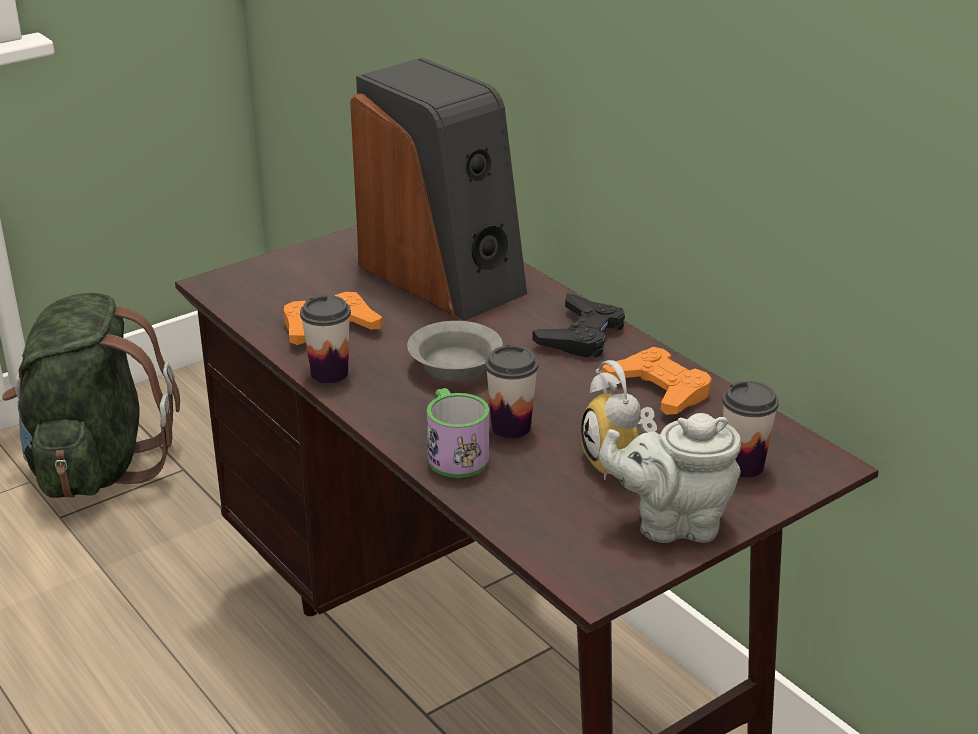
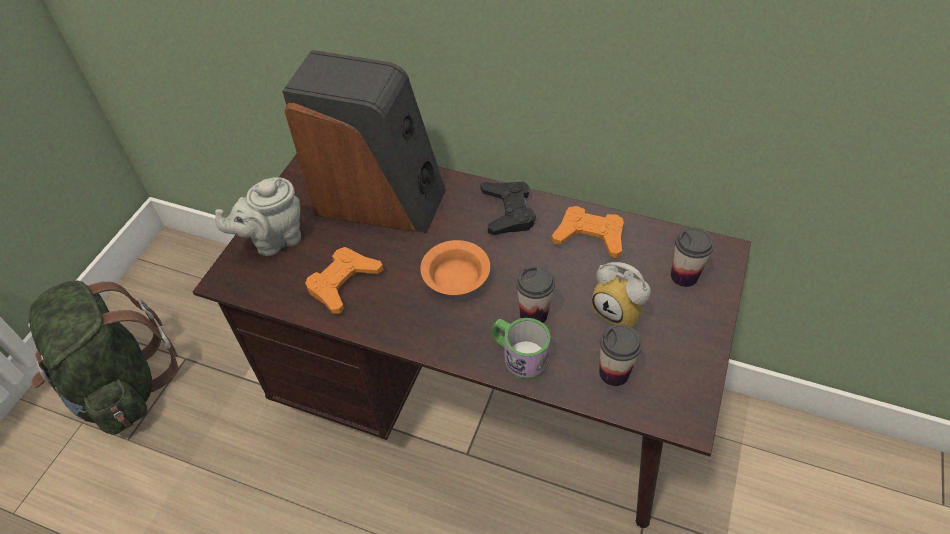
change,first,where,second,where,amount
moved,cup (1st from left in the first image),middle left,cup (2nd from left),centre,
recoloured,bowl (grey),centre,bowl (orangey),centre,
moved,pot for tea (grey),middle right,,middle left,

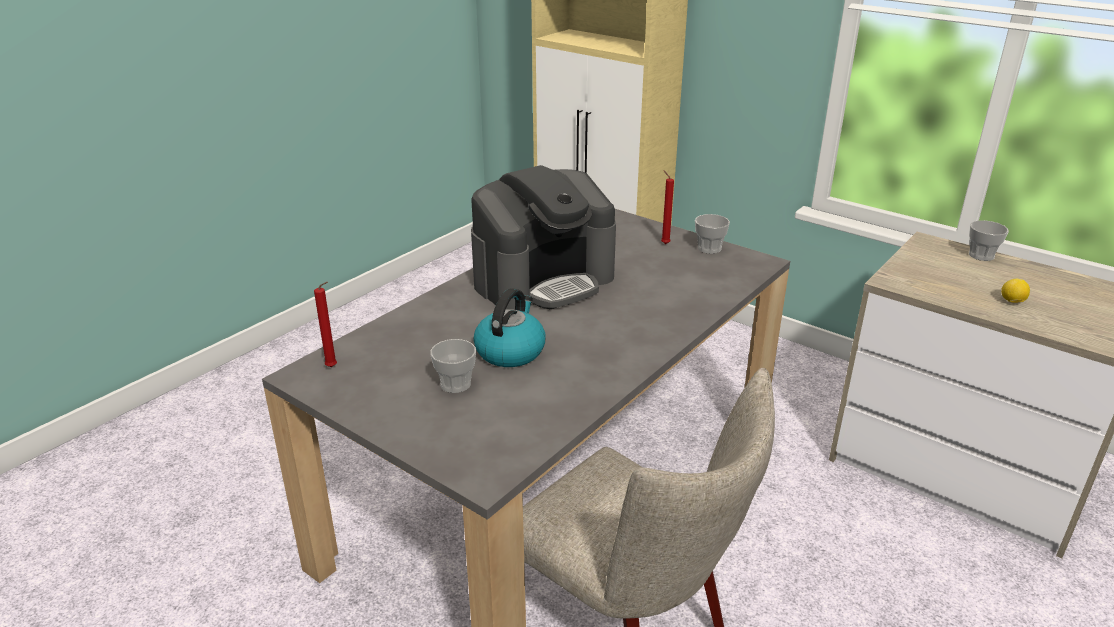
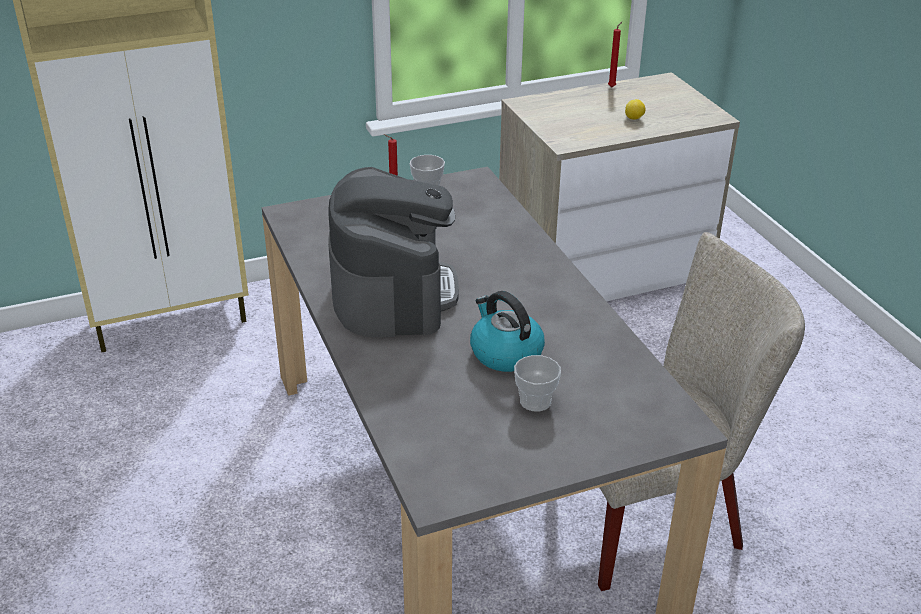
change,first,where,second,where,amount
moved,wax light (red-coloured) (1st from left in the first image),middle left,wax light (red-coloured) (2nd from left),top right,
removed,cup (3rd from left),middle right,,,

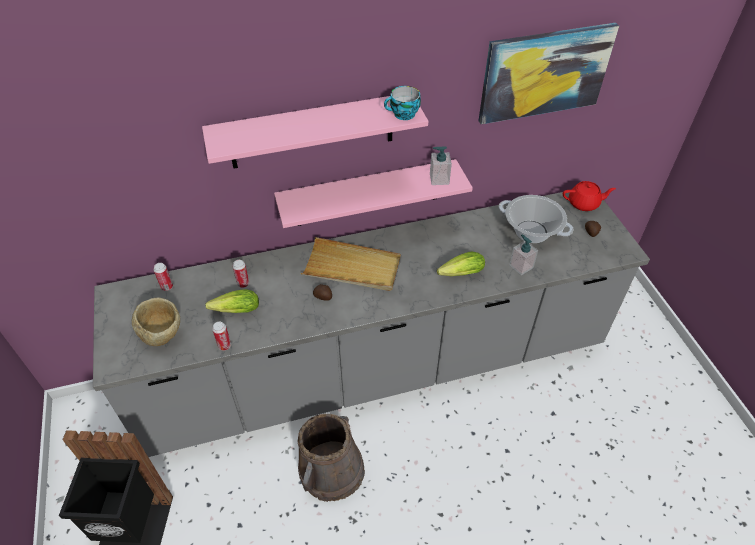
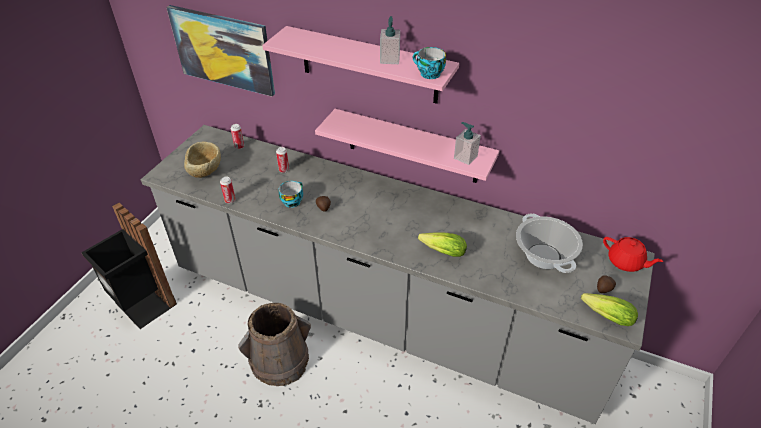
change,first,where,second,where,amount
moved,lettuce head (1st from left in the first image),middle left,lettuce head (2nd from left),bottom right,
removed,tray (sand-coloured),centre,,,
moved,wall picture,top right,,top left,
moved,soap dispenser (2nd from left in the first image),middle right,soap dispenser (1st from left),top centre,
added,,,cup (1st from left),centre,

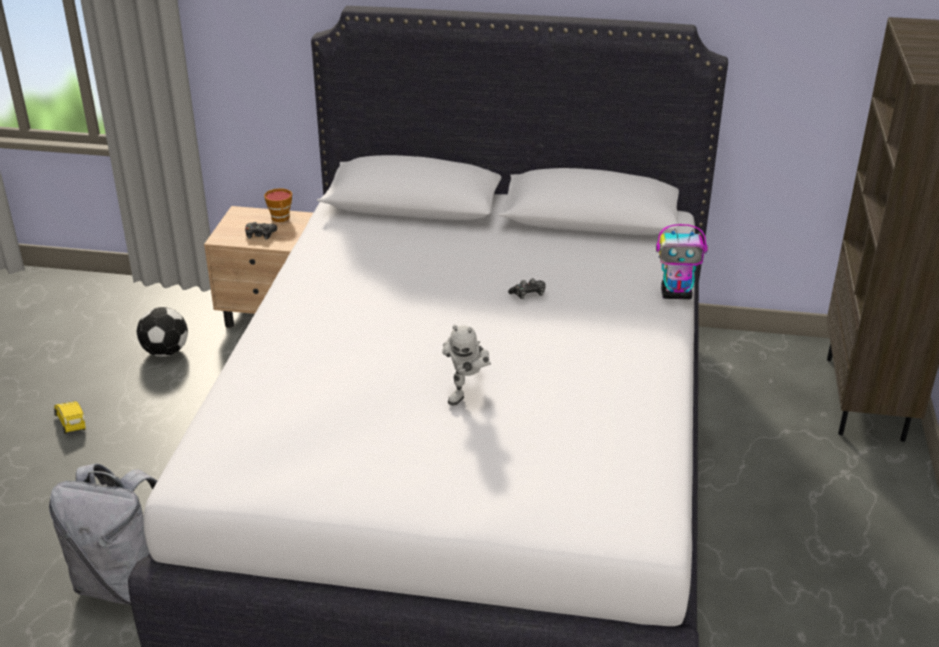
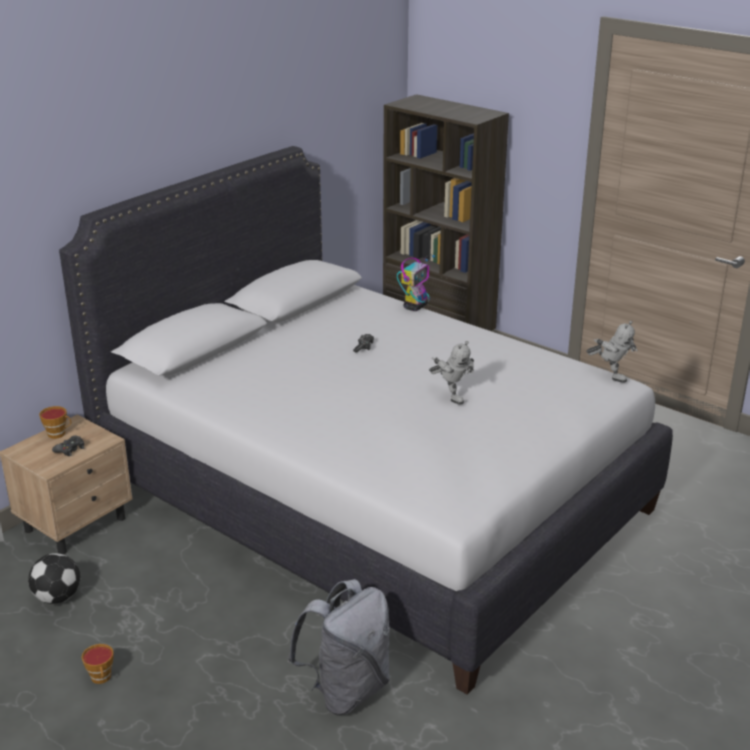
change,first,where,second,where,amount
replaced,miniature car (yellow-coloured),middle left,cup (2nd from left),bottom left,
added,,,toy robot (3rd from left),middle right,

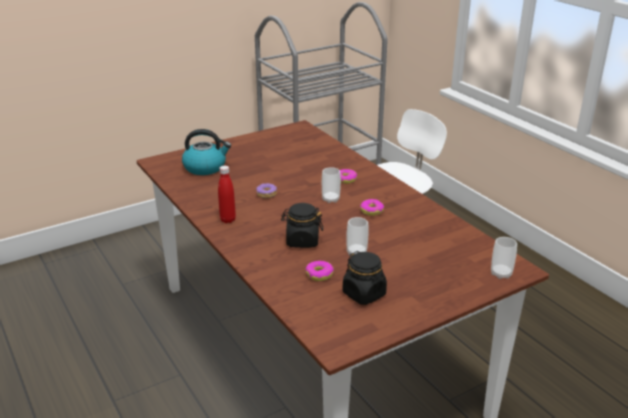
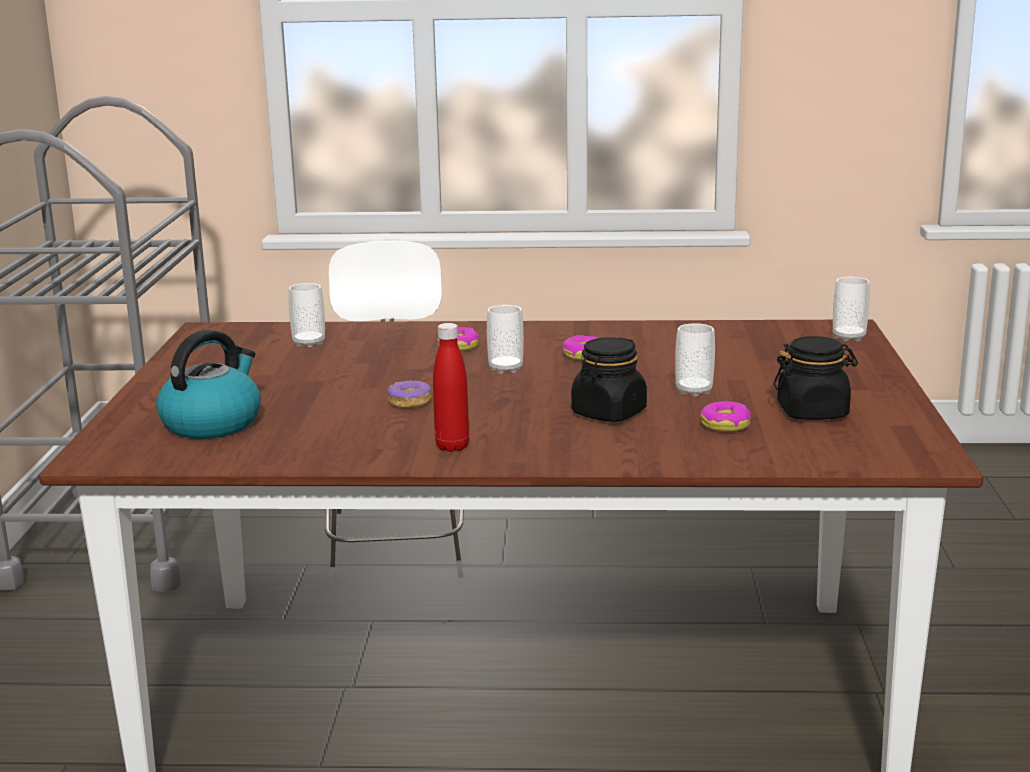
change,first,where,second,where,amount
added,,,cup (1st from left),middle left,

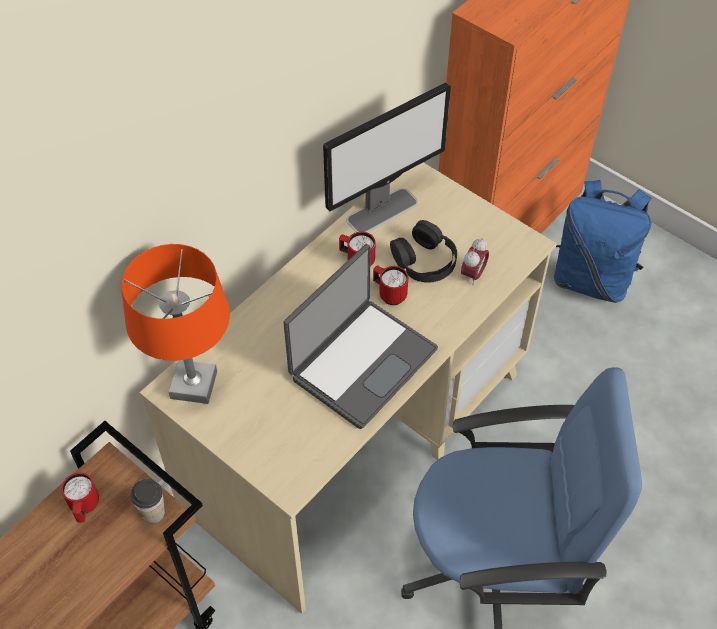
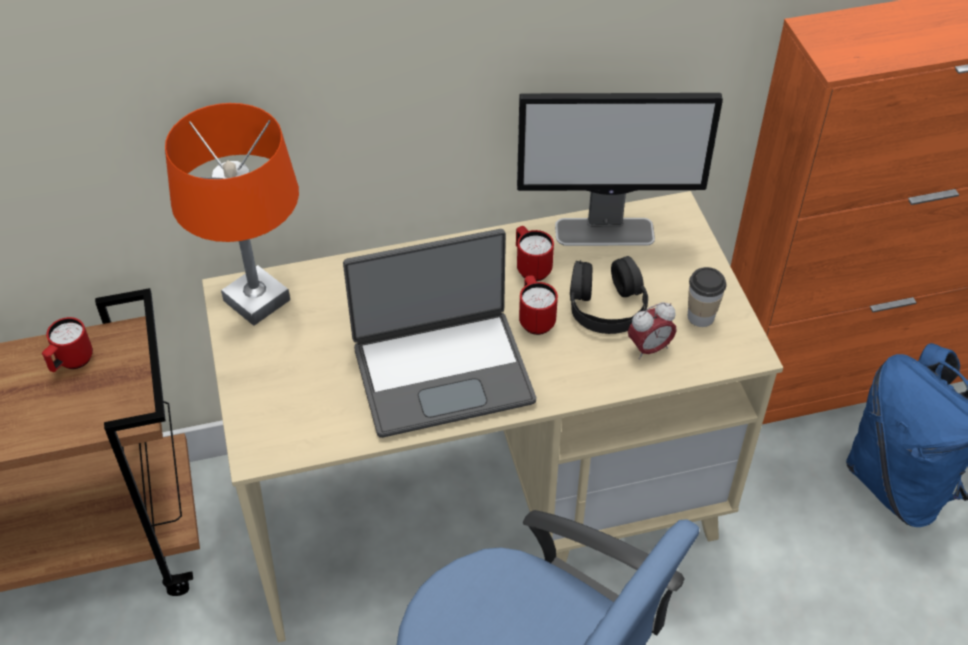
change,first,where,second,where,amount
moved,cup,bottom left,,middle right,

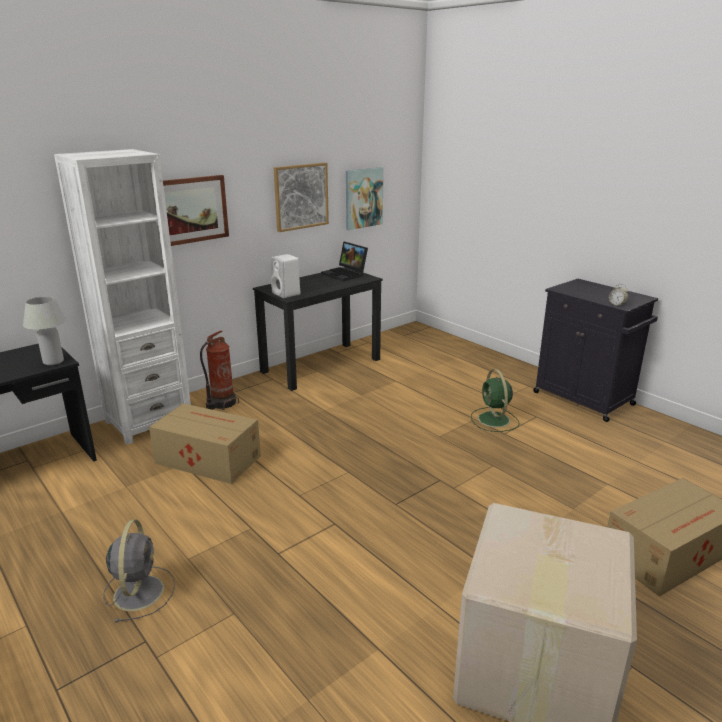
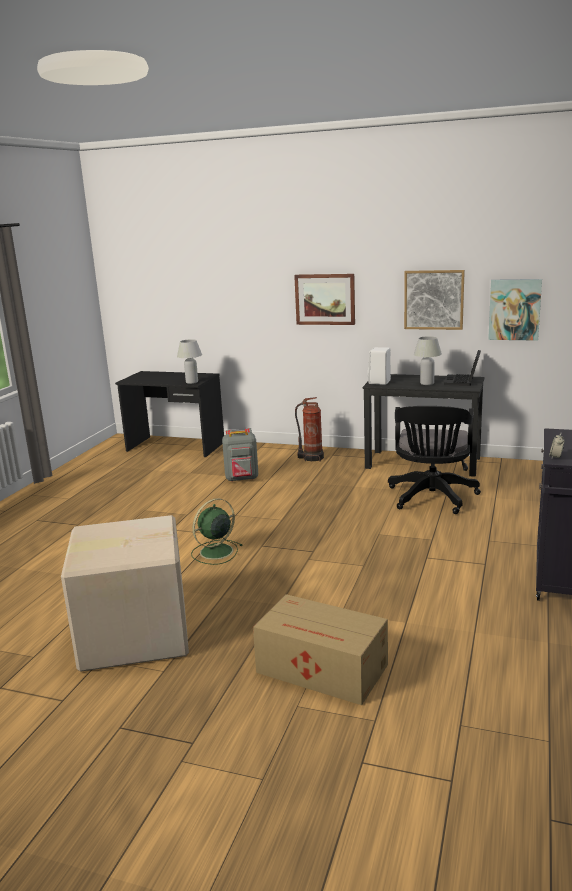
change,first,where,second,where,amount
removed,bookshelf (white-coloured),middle left,,,
removed,electric fan (grey),bottom left,,,
replaced,carton (1st from left),middle left,knapsack (grey),centre,
moved,electric fan (greenish),middle right,,centre,
added,,,desk chair (blackish),middle right,
added,,,lamp for a table (white-coloured) (2nd from left),middle right,

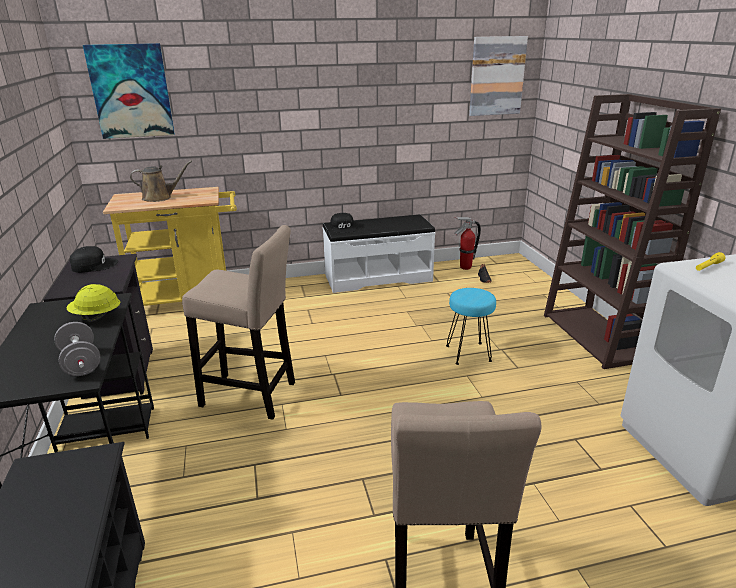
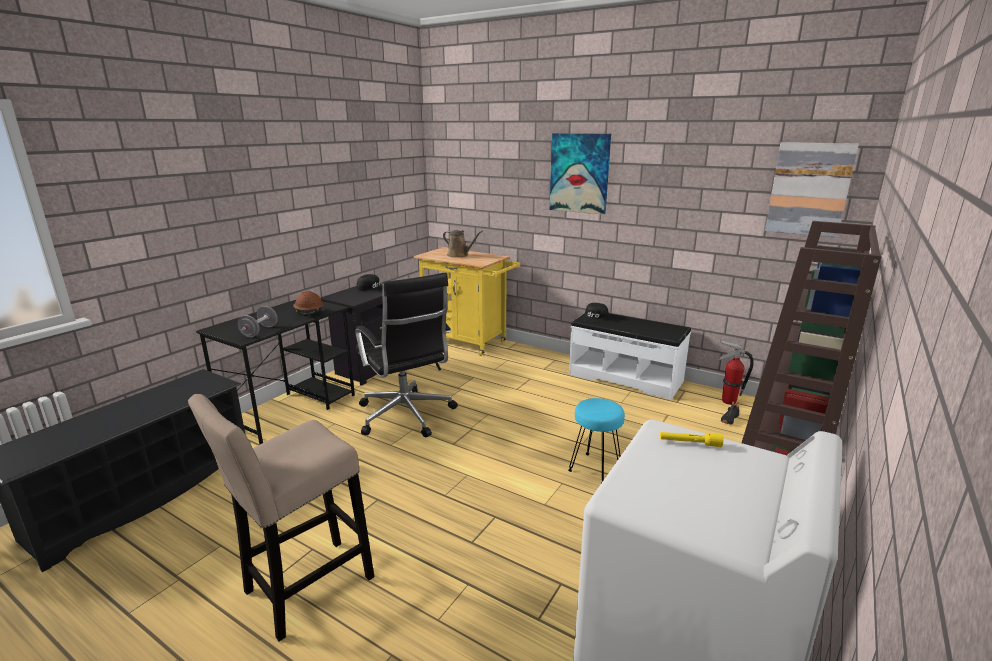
change,first,where,second,where,amount
recoloured,work helmet (yellow-coloured),middle left,work helmet (brownish),middle left,
moved,wall picture (1st from left),top left,,top centre,
replaced,stool seat (sand-coloured) (1st from left),middle left,desk chair (blackish),centre,

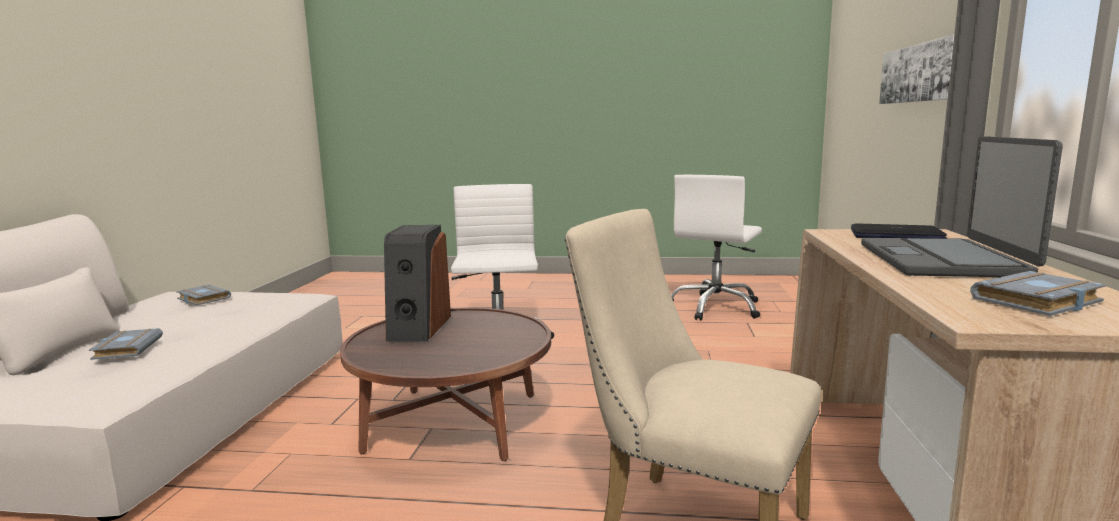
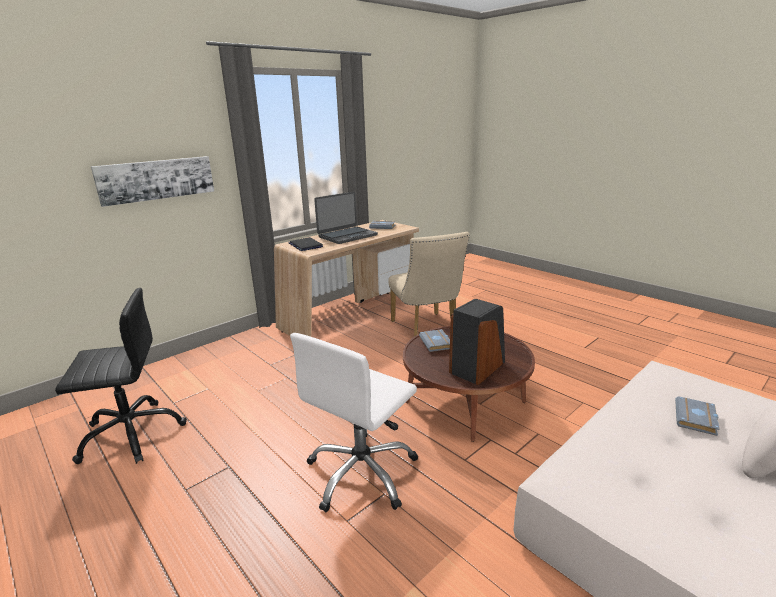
change,first,where,second,where,amount
moved,bound book (grey) (2nd from left),middle left,,centre,
recoloured,desk chair (white-coloured) (2nd from left),centre,desk chair (blackish),middle left,

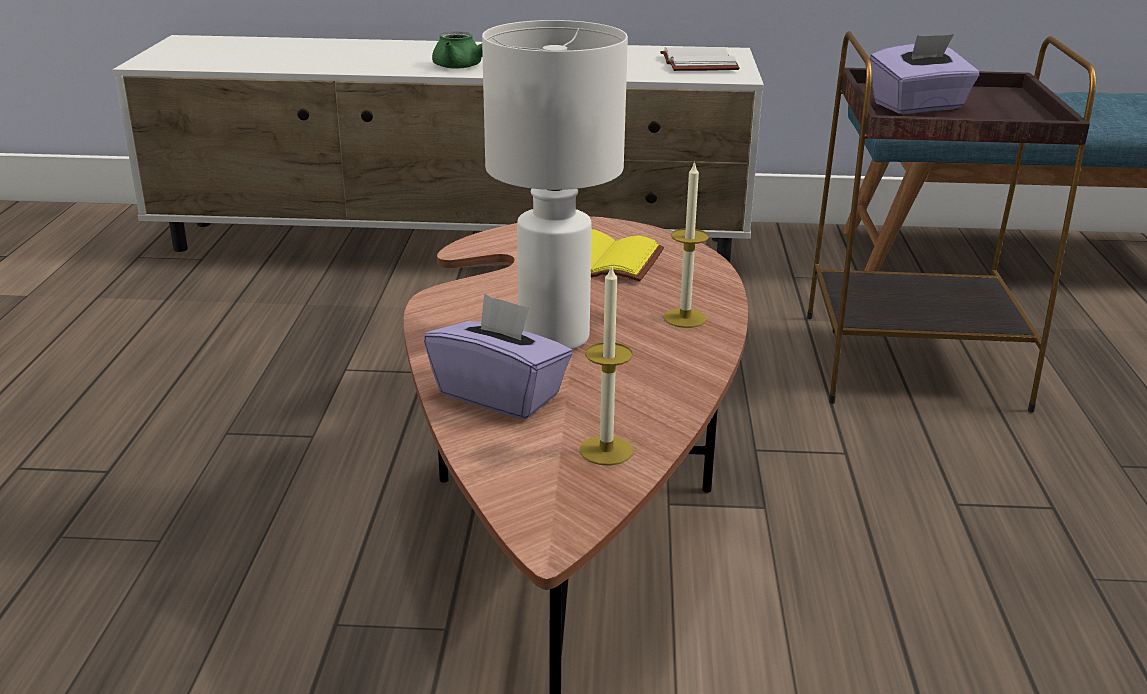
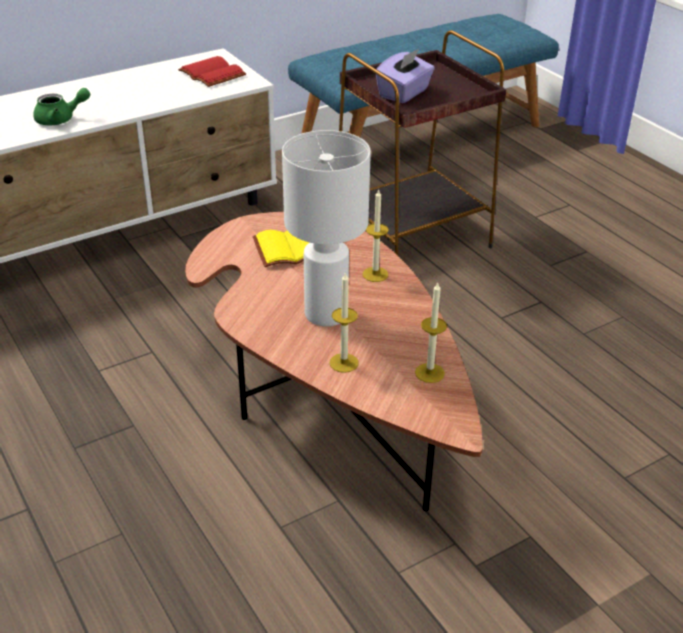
change,first,where,second,where,amount
replaced,tissue box (purple-coloured) (1st from left),centre,wax light (1st from left),centre,
recoloured,bound book (white-coloured),top centre,bound book (red-coloured),top left,

